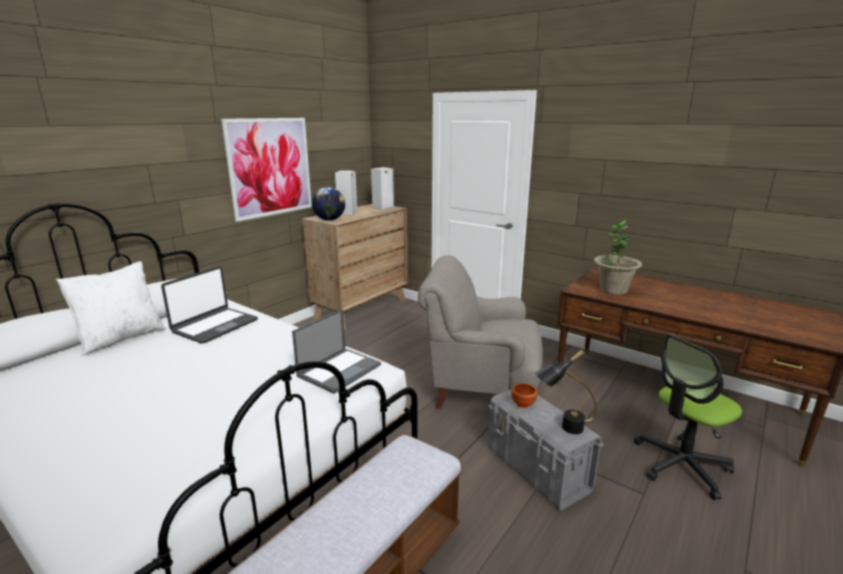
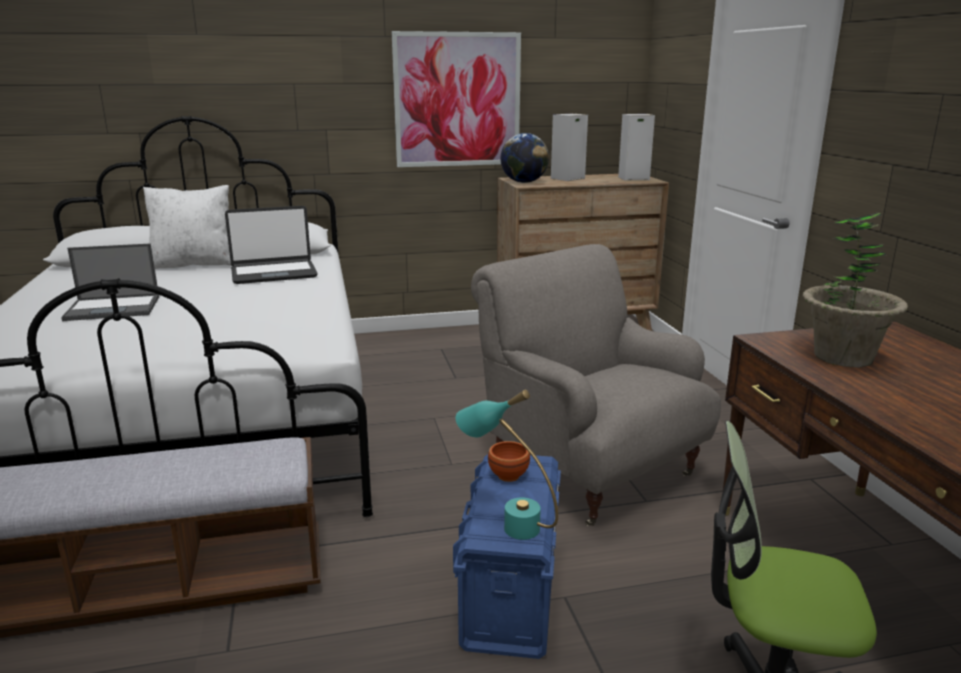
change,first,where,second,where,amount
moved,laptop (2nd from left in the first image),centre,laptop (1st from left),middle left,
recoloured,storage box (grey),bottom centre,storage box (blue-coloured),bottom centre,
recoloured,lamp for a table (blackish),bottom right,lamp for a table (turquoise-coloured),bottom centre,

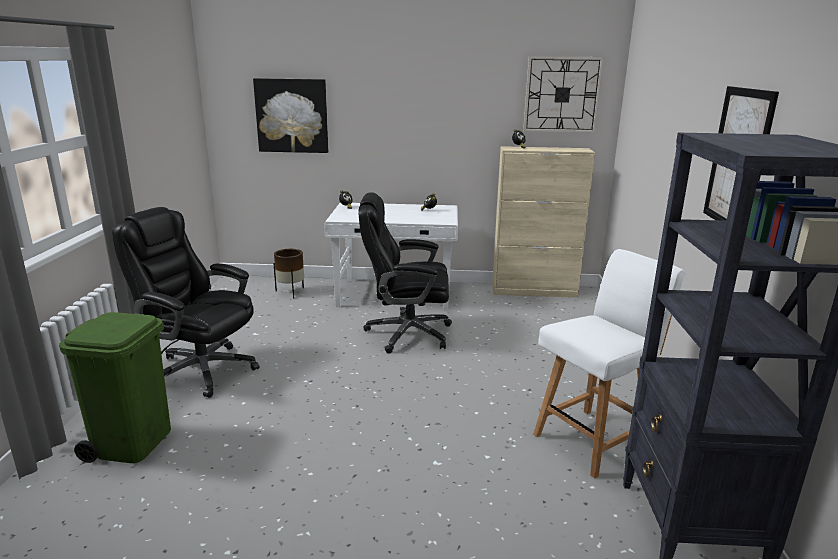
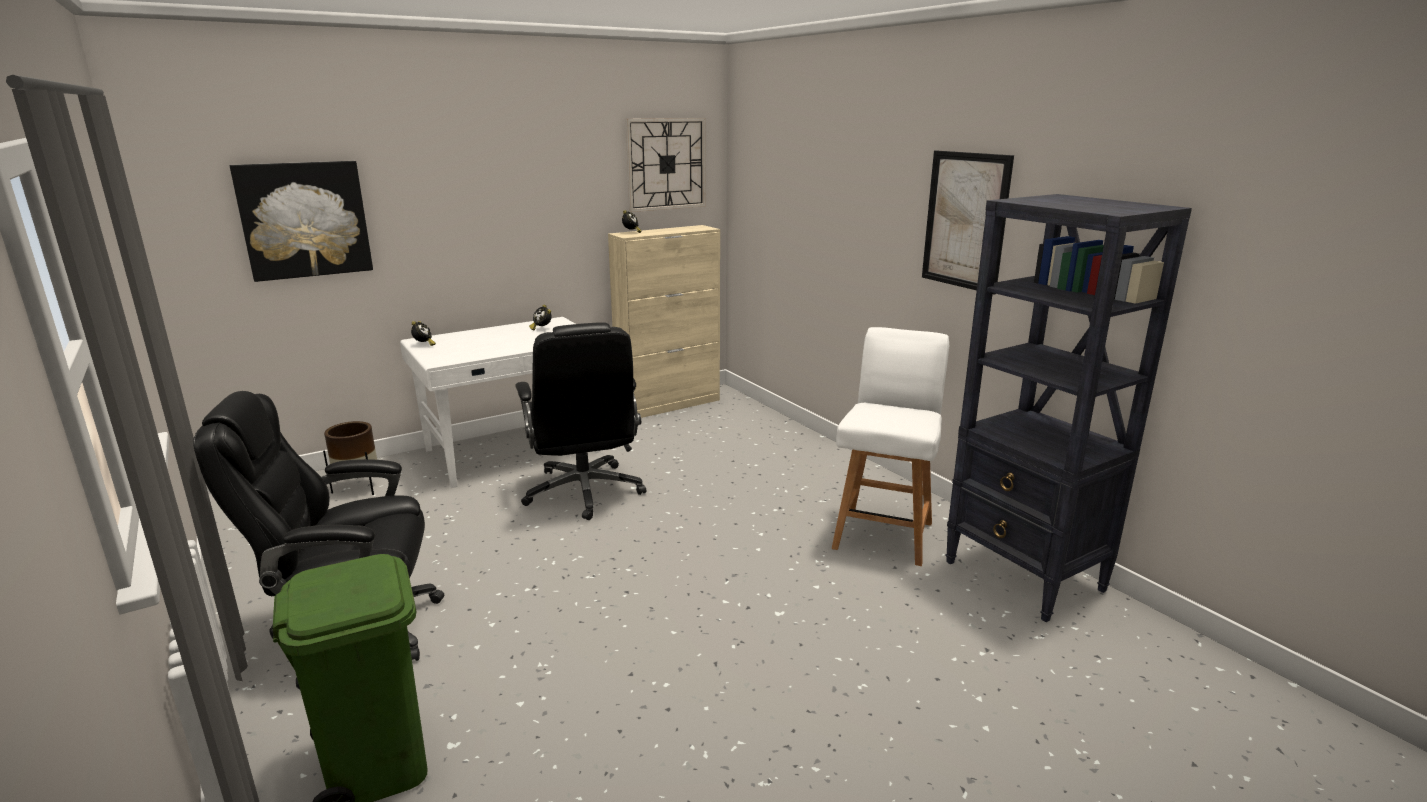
change,first,where,second,where,amount
turned,desk chair (blackish) (2nd from left),centre,,centre,75 degrees counterclockwise

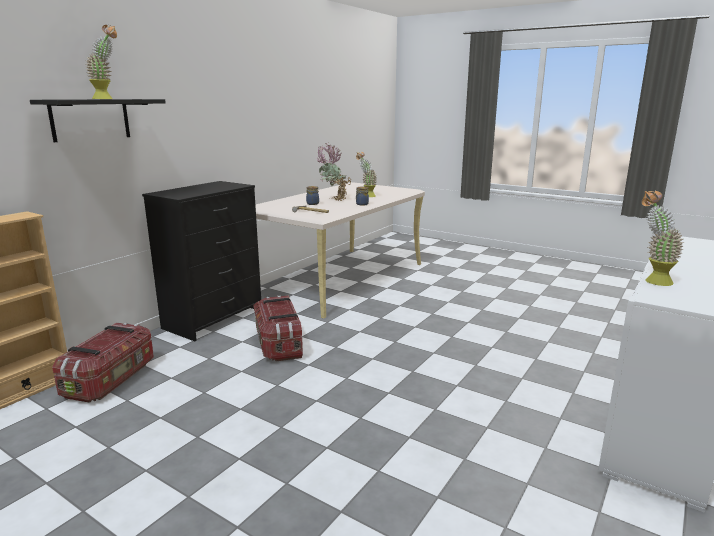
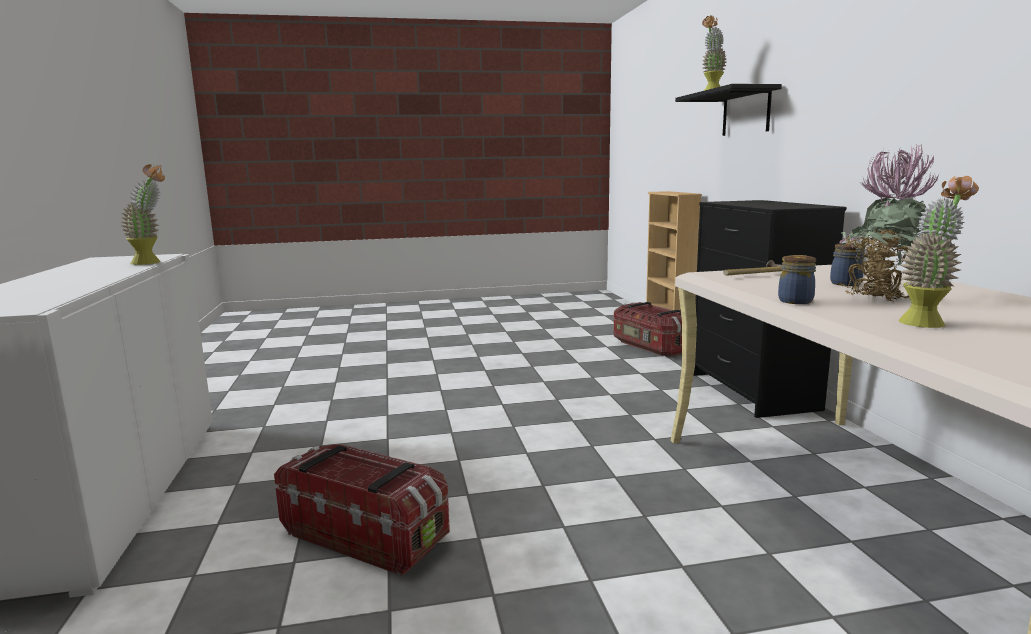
change,first,where,second,where,amount
moved,storage box (2nd from left in the first image),centre,storage box (1st from left),bottom centre,

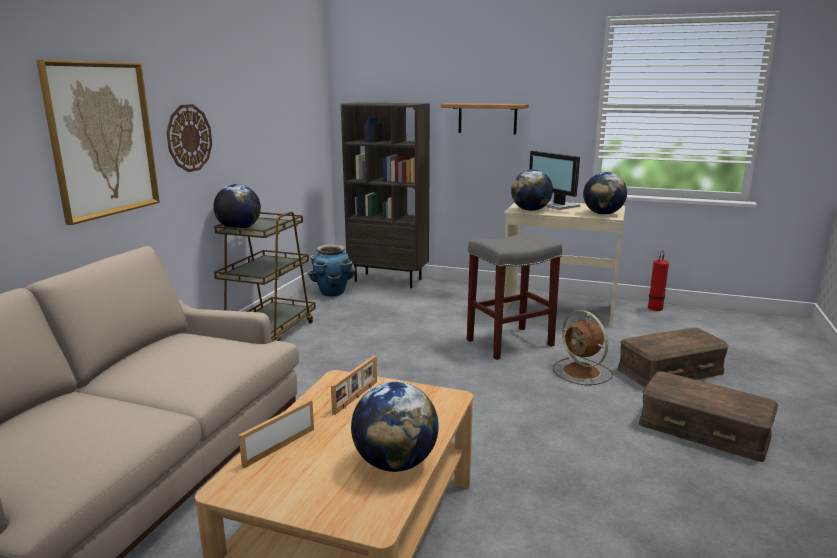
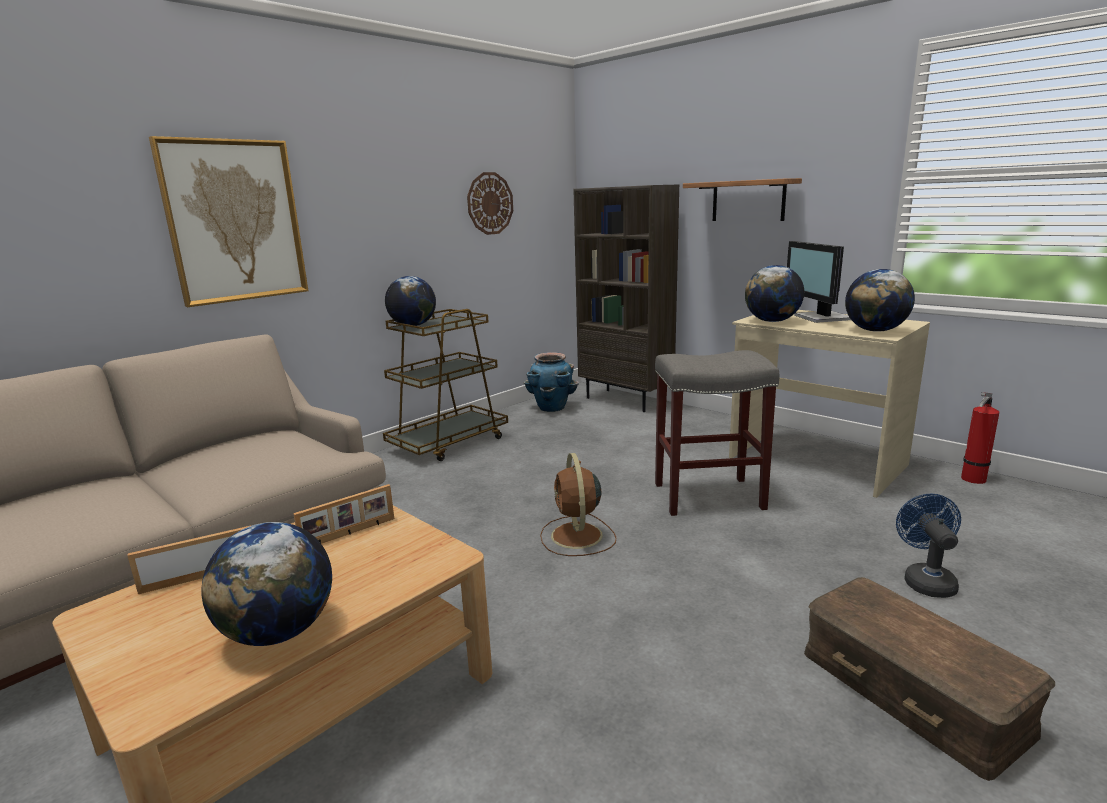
change,first,where,second,where,amount
moved,clock on the wall,top left,,top centre,
moved,electric fan (brownish),middle right,,centre,
replaced,storage box (brownish) (1st from left),middle right,electric fan (blue-coloured),bottom right,

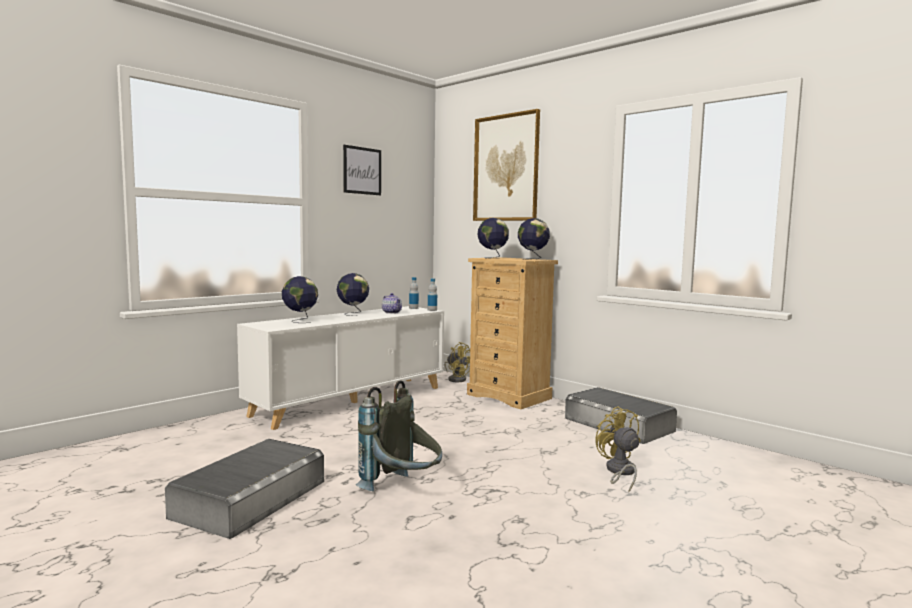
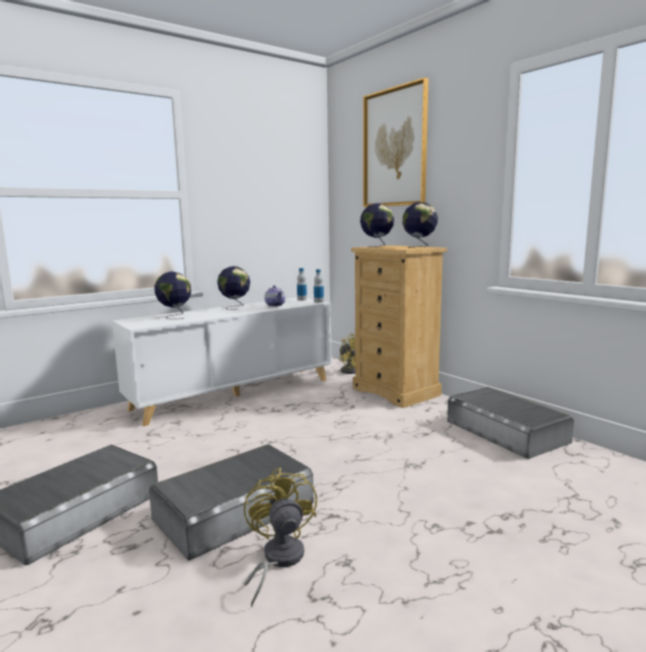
change,first,where,second,where,amount
removed,wall picture (1st from left),top centre,,,
replaced,knapsack (grey),bottom centre,storage box (grey) (2nd from left),bottom centre,
moved,electric fan (yellow-coloured) (2nd from left in the first image),bottom right,electric fan (yellow-coloured) (1st from left),bottom centre,

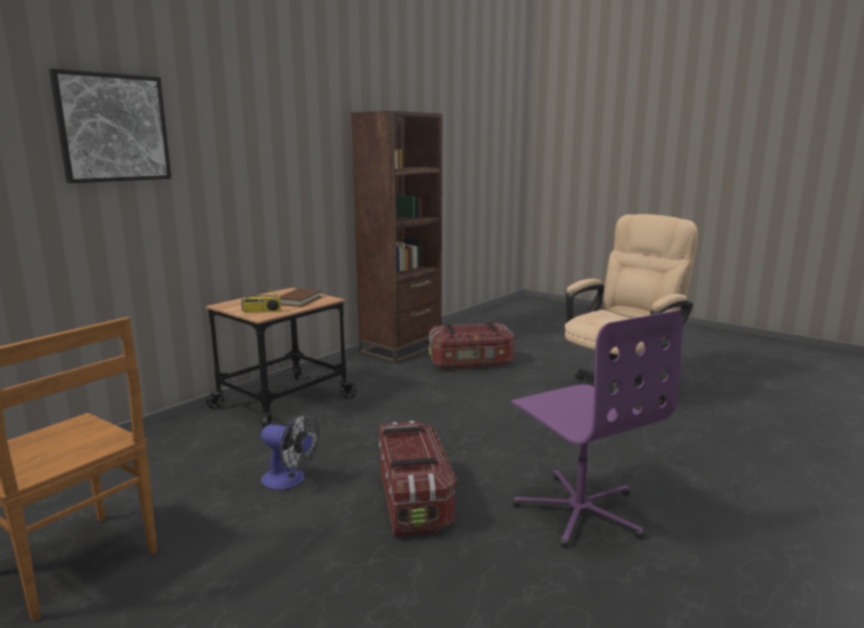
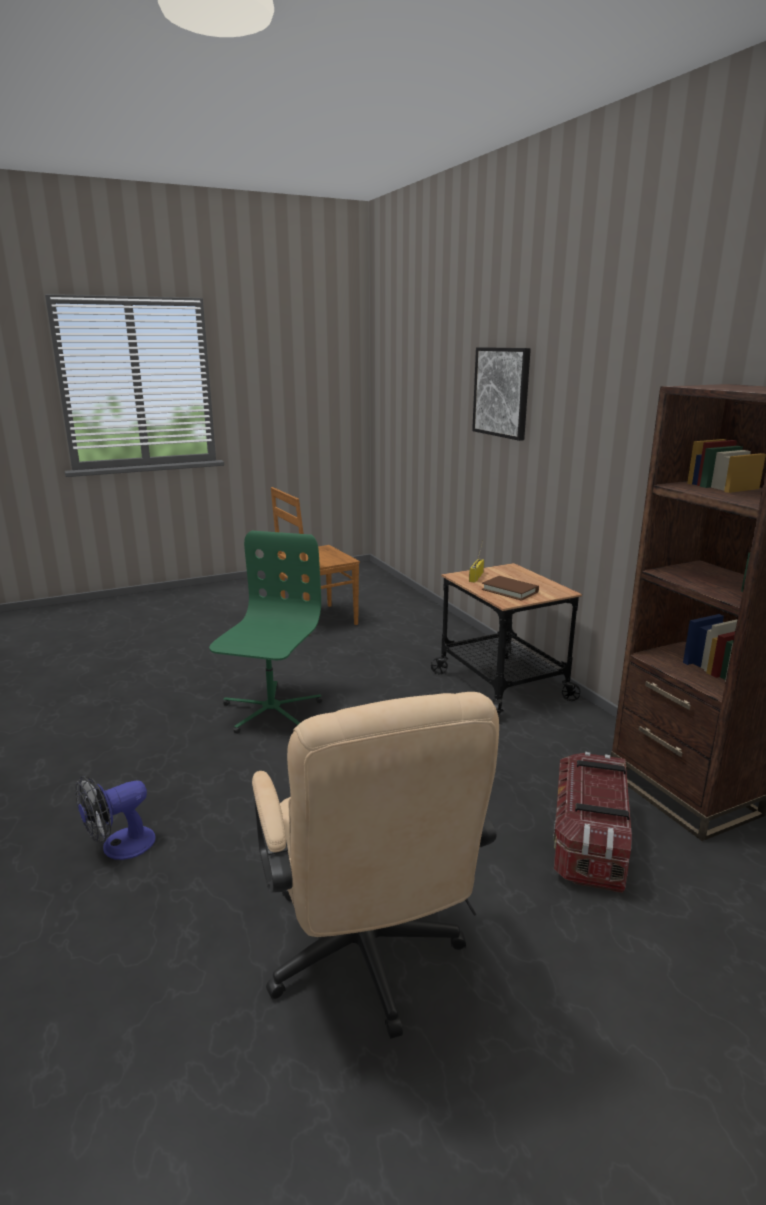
change,first,where,second,where,amount
moved,electric fan,bottom centre,,bottom left,
replaced,storage box (1st from left),bottom centre,desk chair (greenish),centre,
removed,desk chair (purple-coloured),bottom right,,,

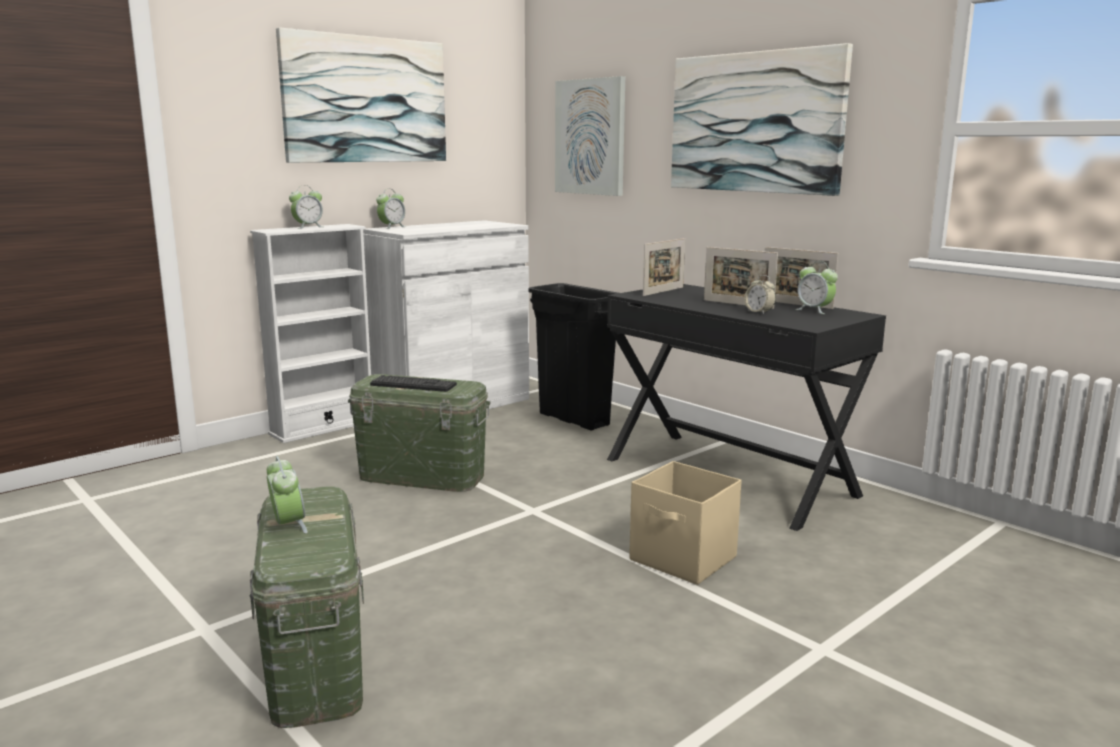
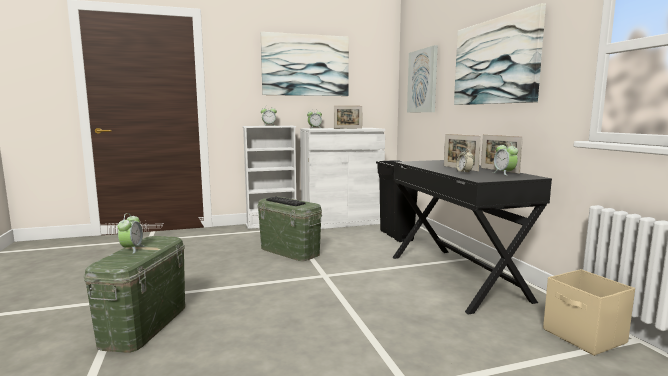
change,first,where,second,where,amount
moved,storage box (sand-coloured),bottom centre,,bottom right,
moved,photo frame (1st from left),centre,,top centre,

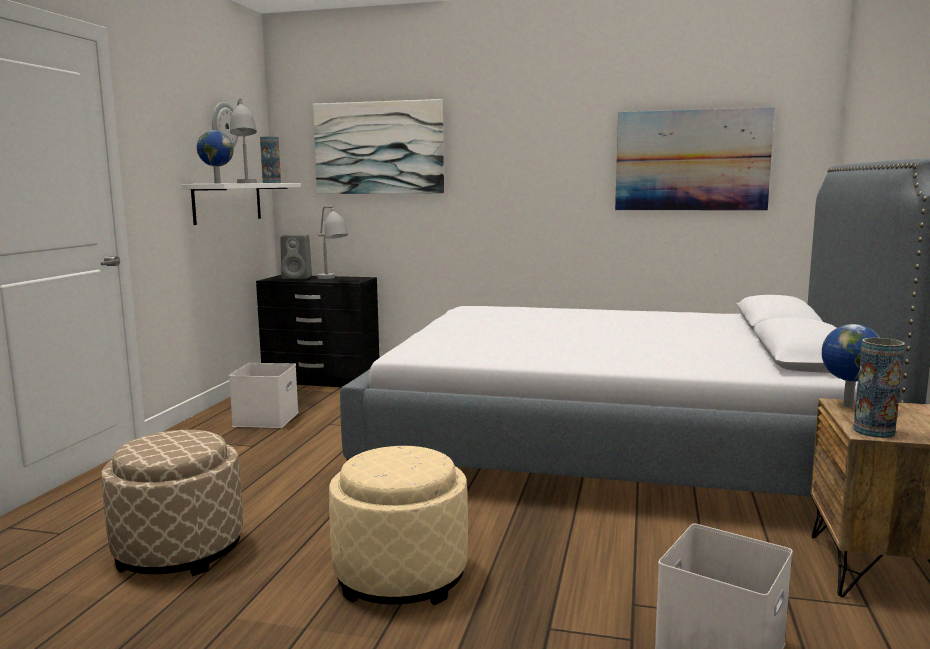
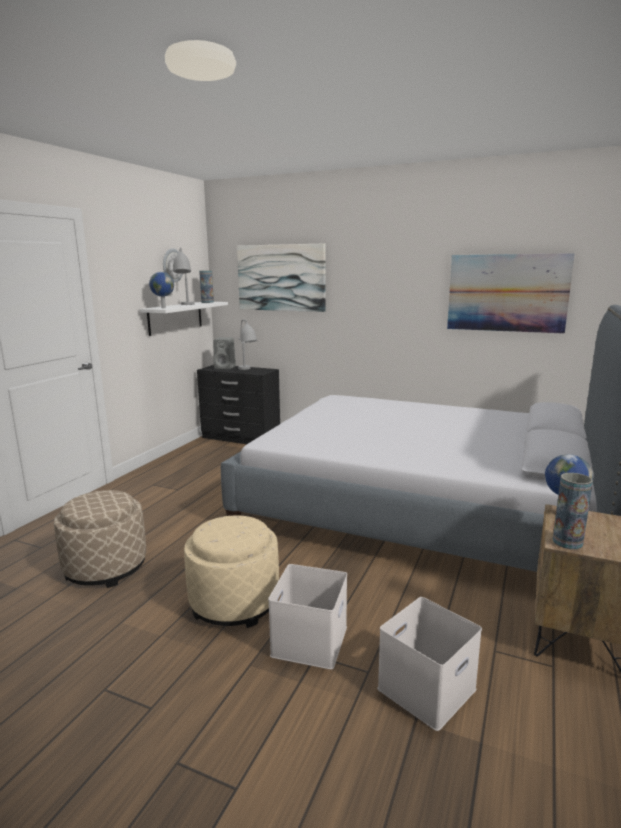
change,first,where,second,where,amount
moved,storage box (white-coloured) (1st from left),middle left,,bottom centre,

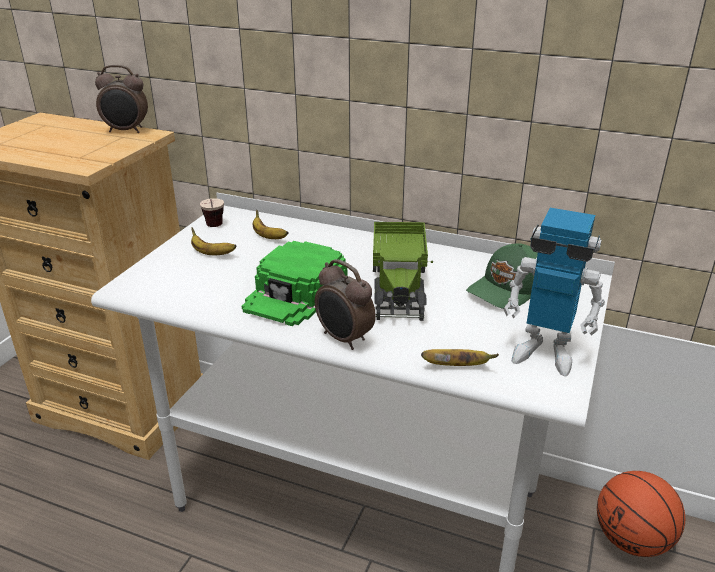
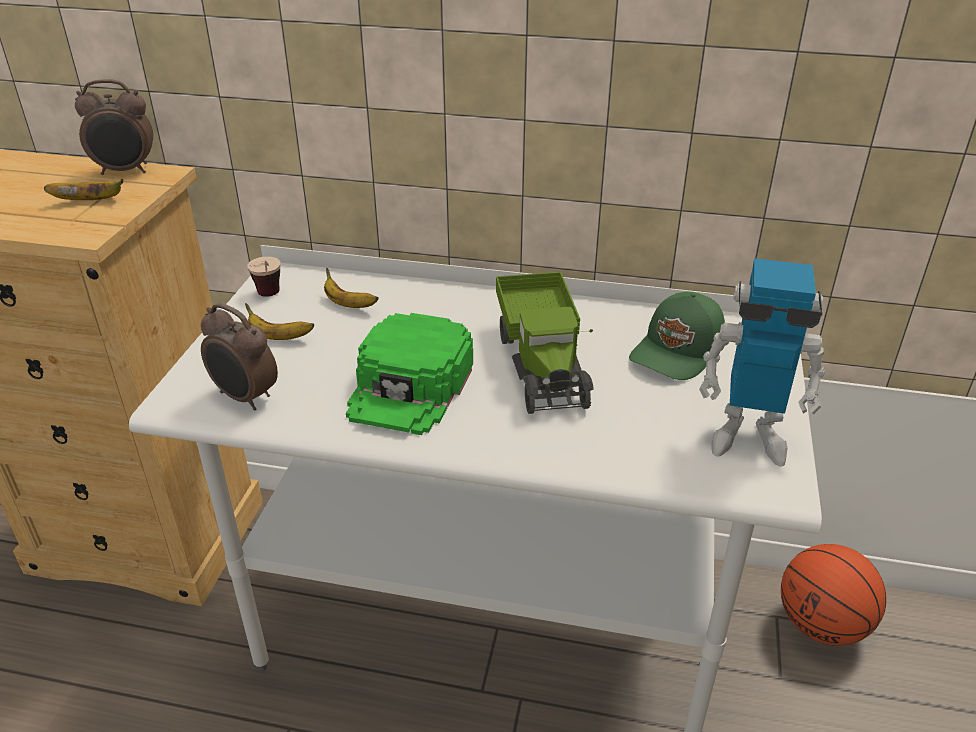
change,first,where,second,where,amount
moved,table clock (2nd from left),centre,,middle left,
moved,banana (3rd from left in the first image),centre,banana (1st from left),top left,

